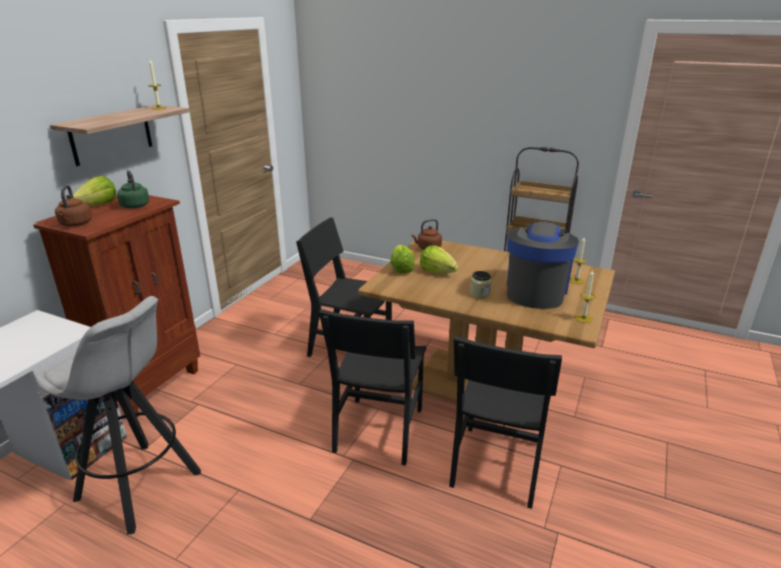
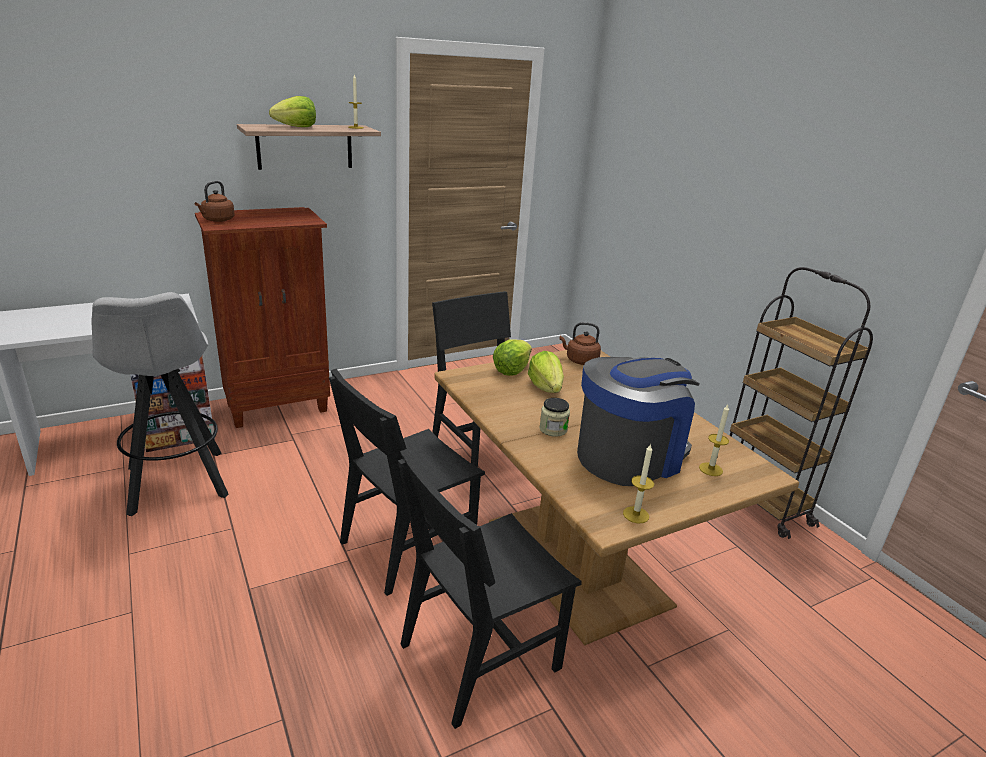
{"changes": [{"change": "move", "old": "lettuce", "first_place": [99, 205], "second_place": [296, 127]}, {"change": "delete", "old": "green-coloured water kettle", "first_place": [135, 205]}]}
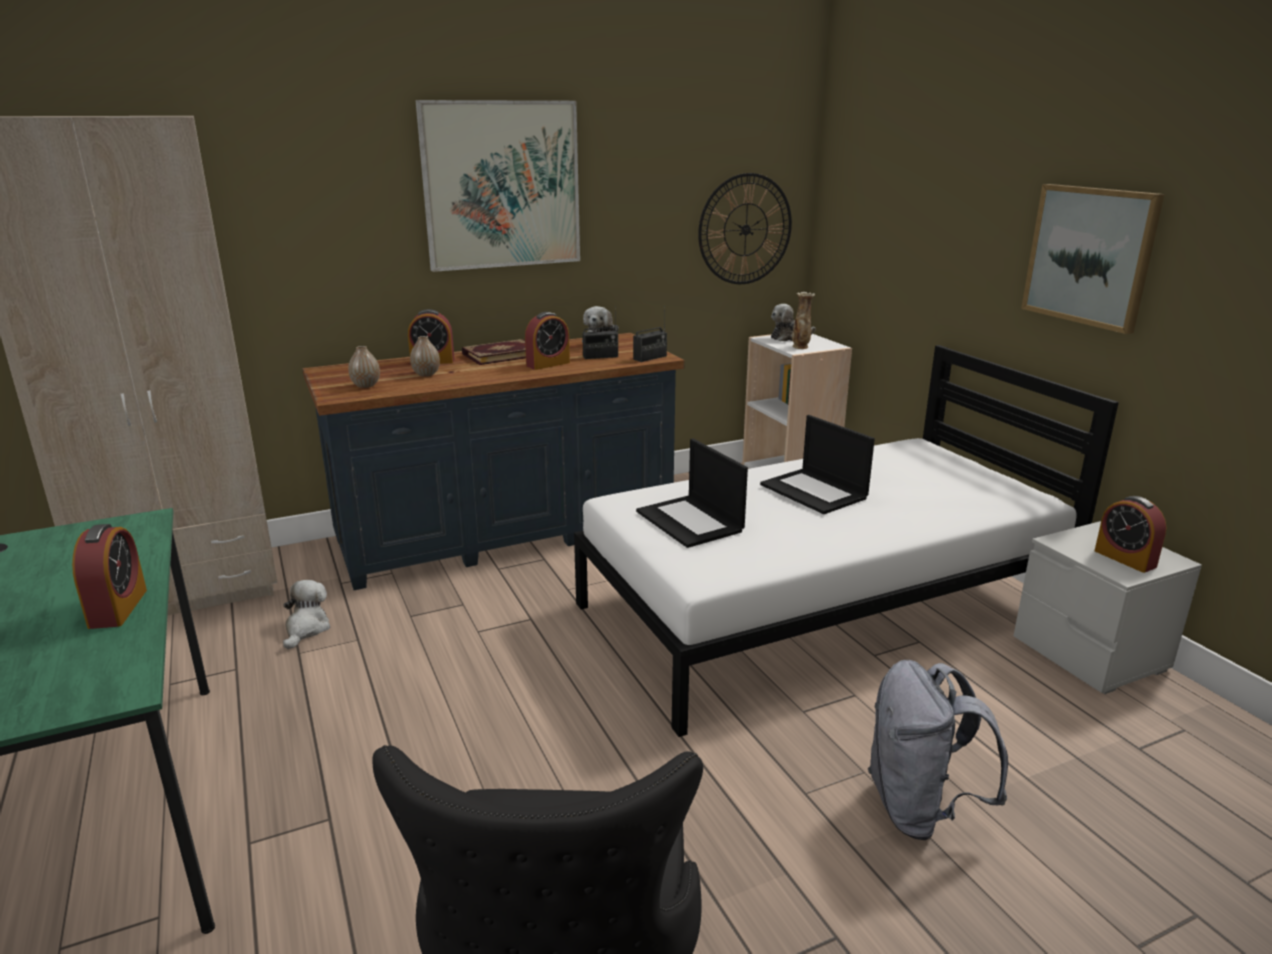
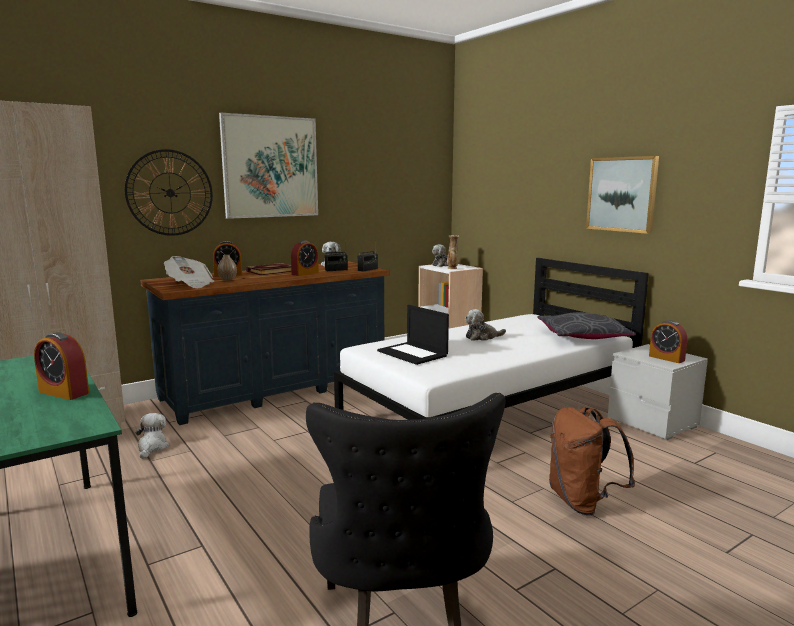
{"changes": [{"change": "rotate", "old": "alarm clock", "first_place": [118, 608], "second_place": [64, 392], "degrees": 135}, {"change": "replace", "old": "decorative vase", "new": "daily paper", "first_place": [366, 385], "second_place": [190, 285]}, {"change": "move", "old": "hanging clock", "first_place": [745, 229], "second_place": [170, 193]}, {"change": "replace", "old": "portable computer", "new": "soft toy", "first_place": [815, 491], "second_place": [482, 337]}, {"change": "recolor", "old": "grey backpack", "new": "brown backpack", "first_place": [920, 809], "second_place": [582, 502]}, {"change": "insert", "new": "grey throw pillow", "second_place": [582, 336]}]}
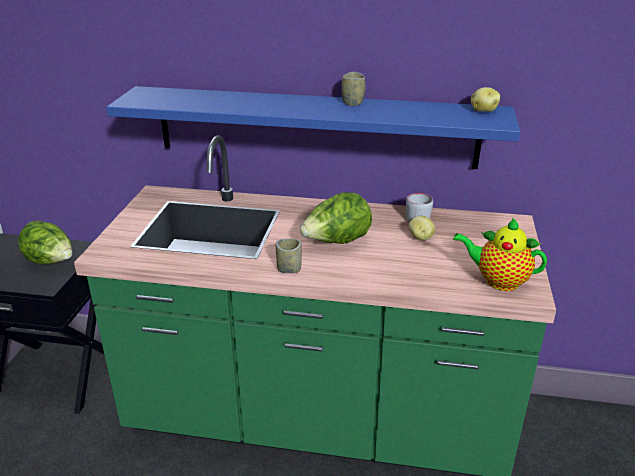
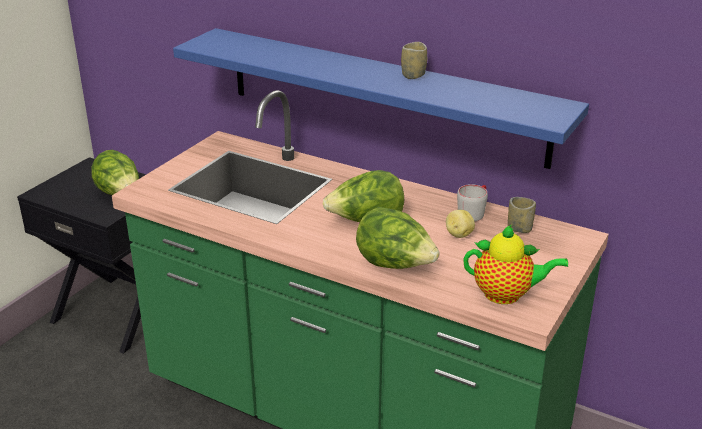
{"changes": [{"change": "move", "old": "drinking cup", "first_place": [289, 269], "second_place": [519, 228]}, {"change": "rotate", "old": "tea pot", "first_place": [498, 281], "second_place": [506, 295], "degrees": 150}, {"change": "delete", "old": "potato", "first_place": [483, 111]}, {"change": "insert", "new": "lettuce", "second_place": [395, 265]}]}
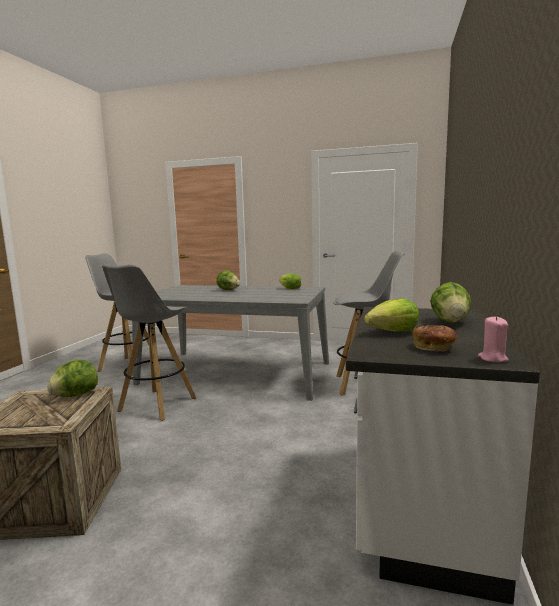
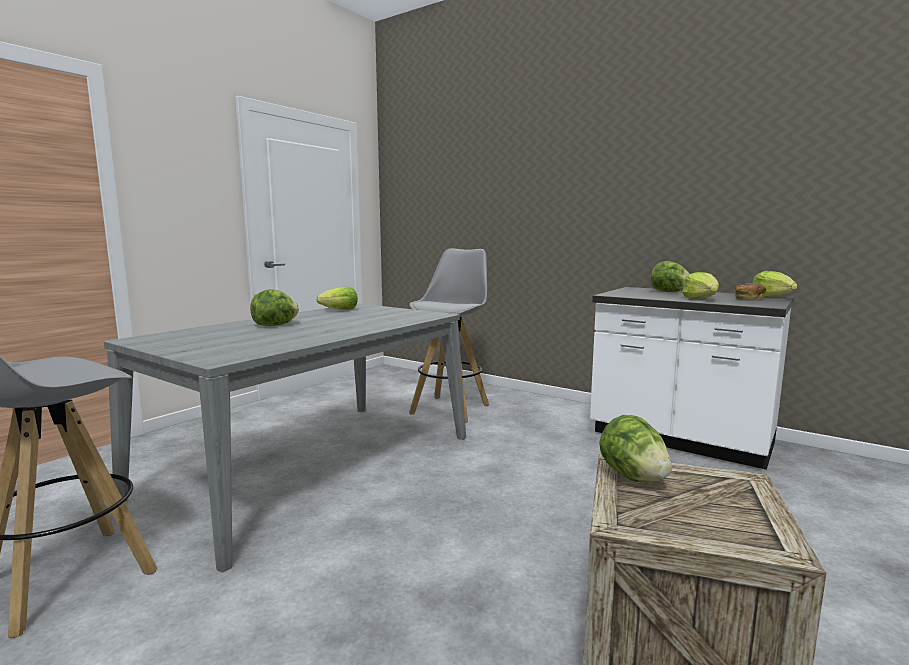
{"changes": [{"change": "delete", "old": "grey stool seat", "first_place": [156, 405]}, {"change": "replace", "old": "pink-coloured wax light", "new": "lettuce", "first_place": [492, 358], "second_place": [772, 297]}]}
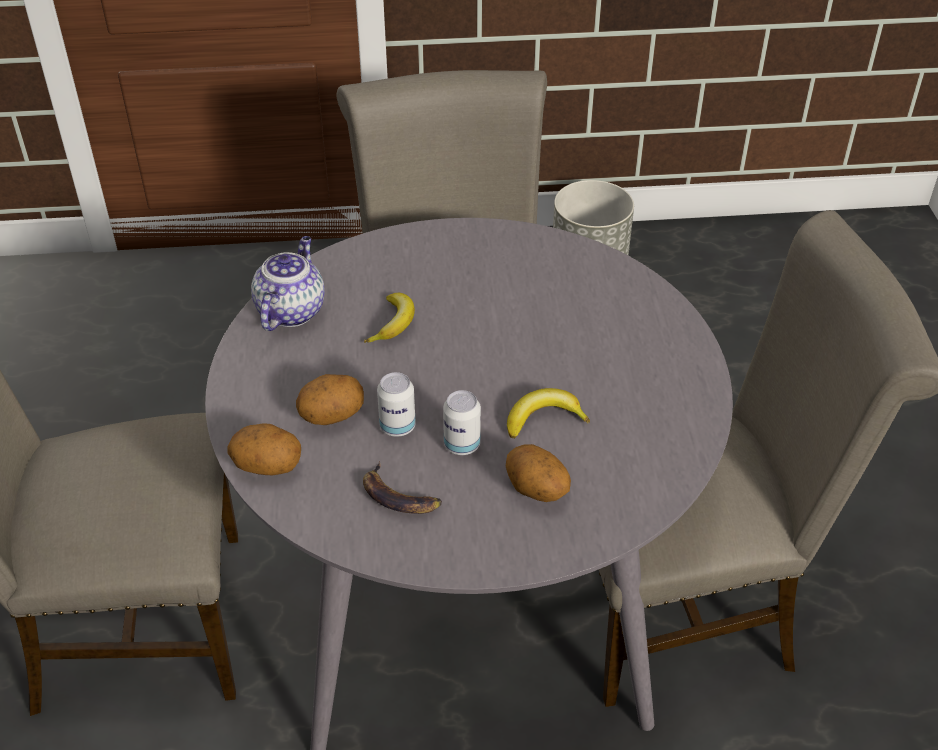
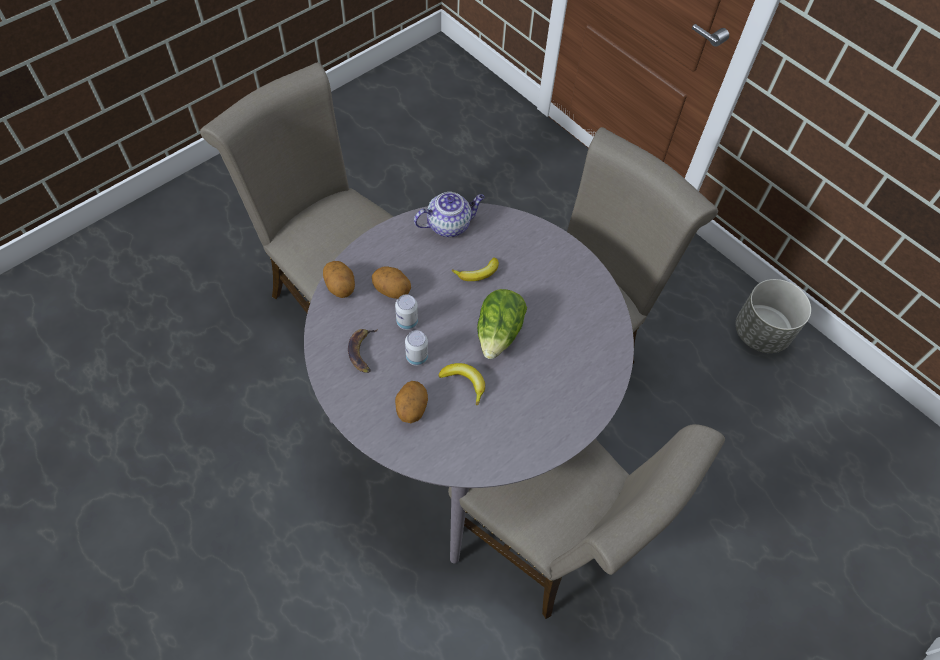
{"changes": [{"change": "insert", "new": "lettuce", "second_place": [499, 333]}]}
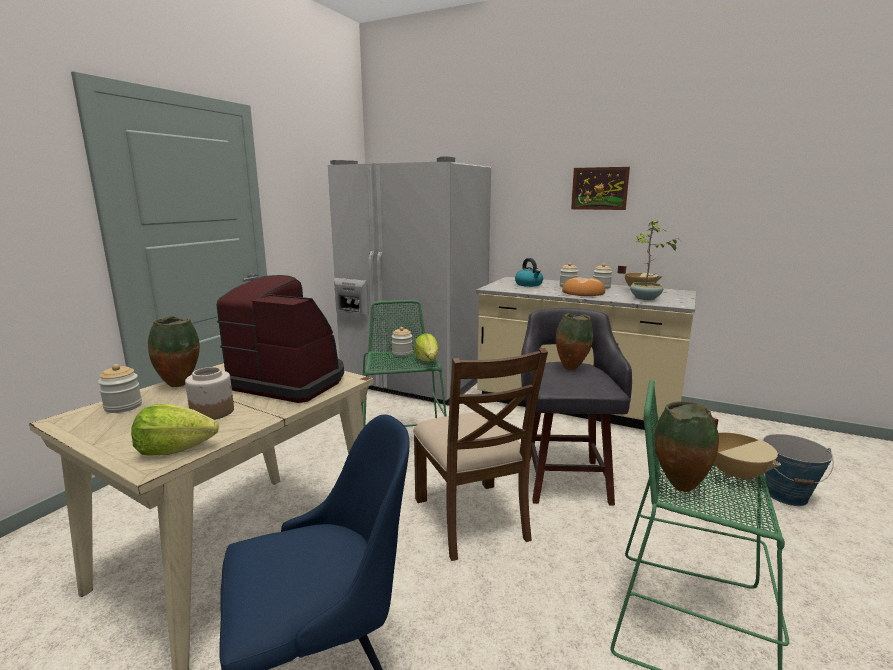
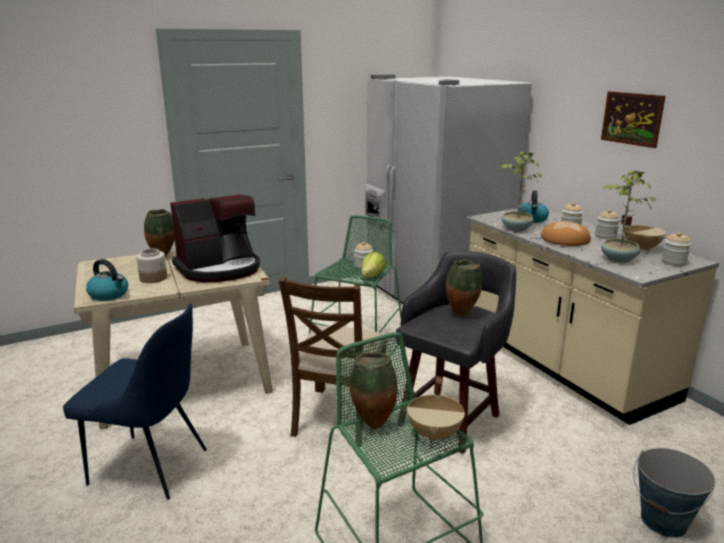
{"changes": [{"change": "move", "old": "jar", "first_place": [123, 406], "second_place": [673, 262]}, {"change": "replace", "old": "lettuce", "new": "water kettle", "first_place": [175, 449], "second_place": [109, 294]}, {"change": "rotate", "old": "coffee machine", "first_place": [289, 381], "second_place": [219, 269], "degrees": 90}, {"change": "insert", "new": "plant in a pot", "second_place": [516, 229]}]}
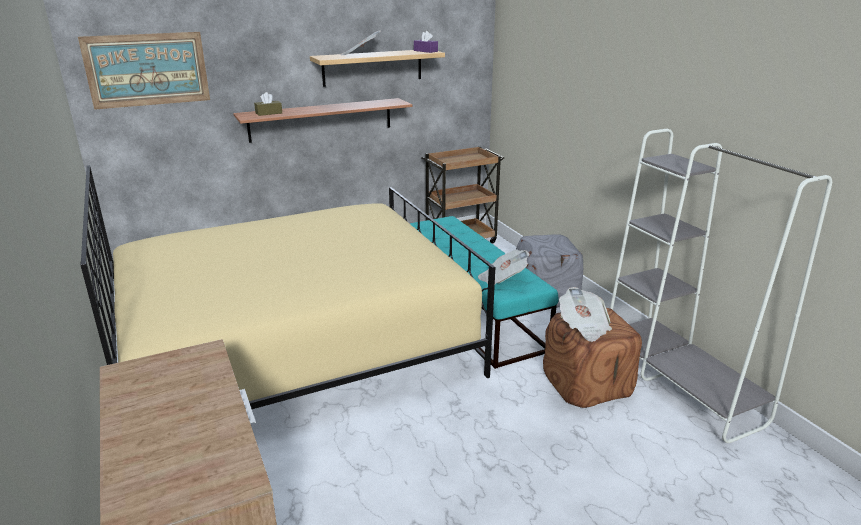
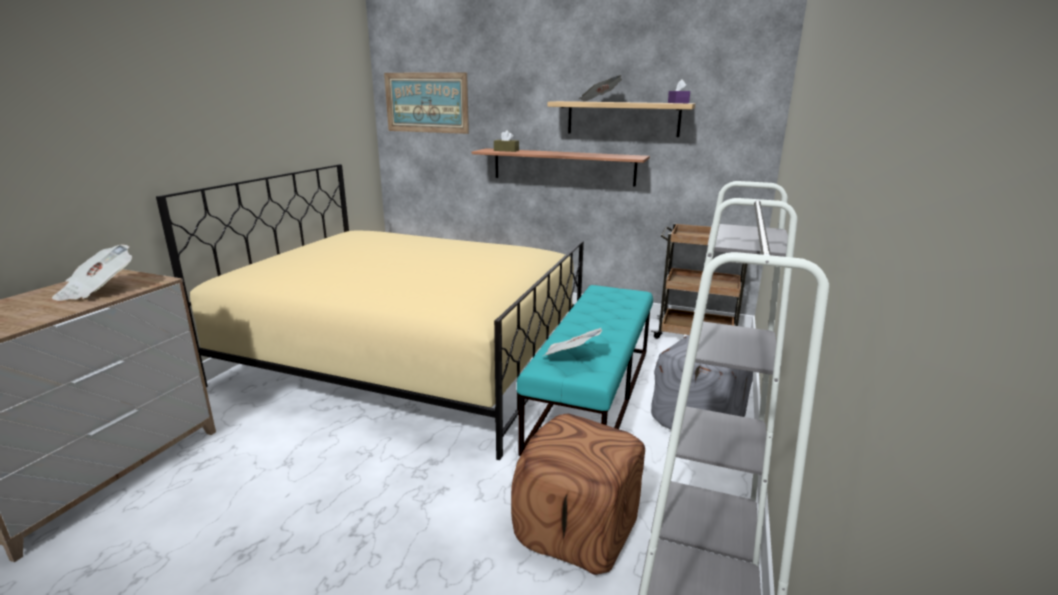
{"changes": [{"change": "move", "old": "daily paper", "first_place": [583, 327], "second_place": [97, 291]}]}
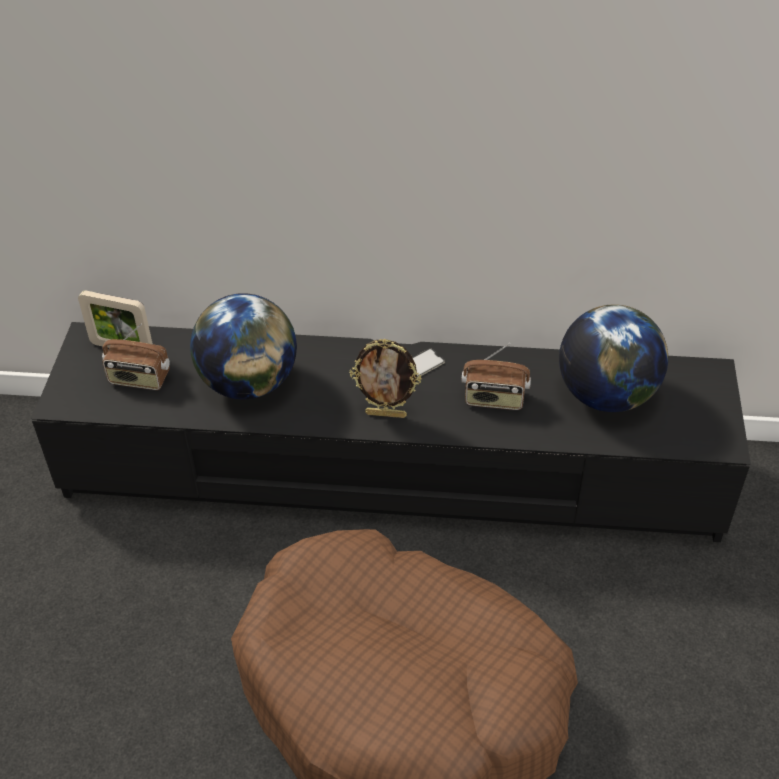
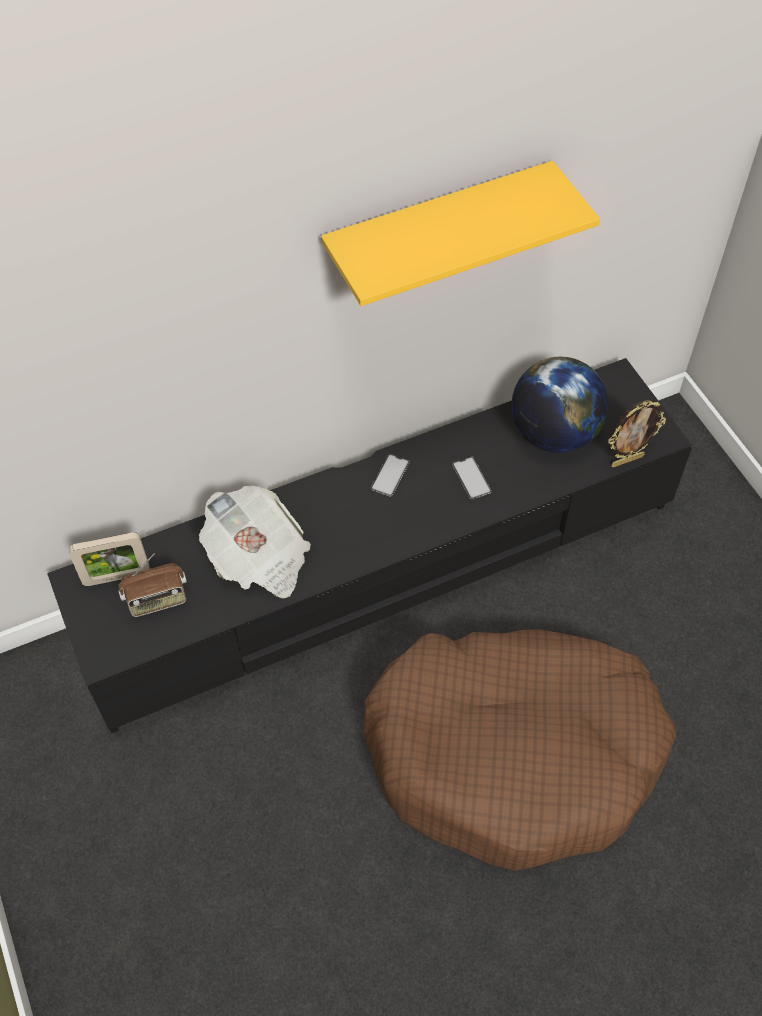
{"changes": [{"change": "replace", "old": "desk globe", "new": "daily paper", "first_place": [249, 383], "second_place": [259, 558]}, {"change": "move", "old": "photo frame", "first_place": [386, 414], "second_place": [627, 460]}, {"change": "replace", "old": "radio set", "new": "phone", "first_place": [494, 399], "second_place": [471, 478]}, {"change": "insert", "new": "yellowish shelf", "second_place": [438, 231]}]}
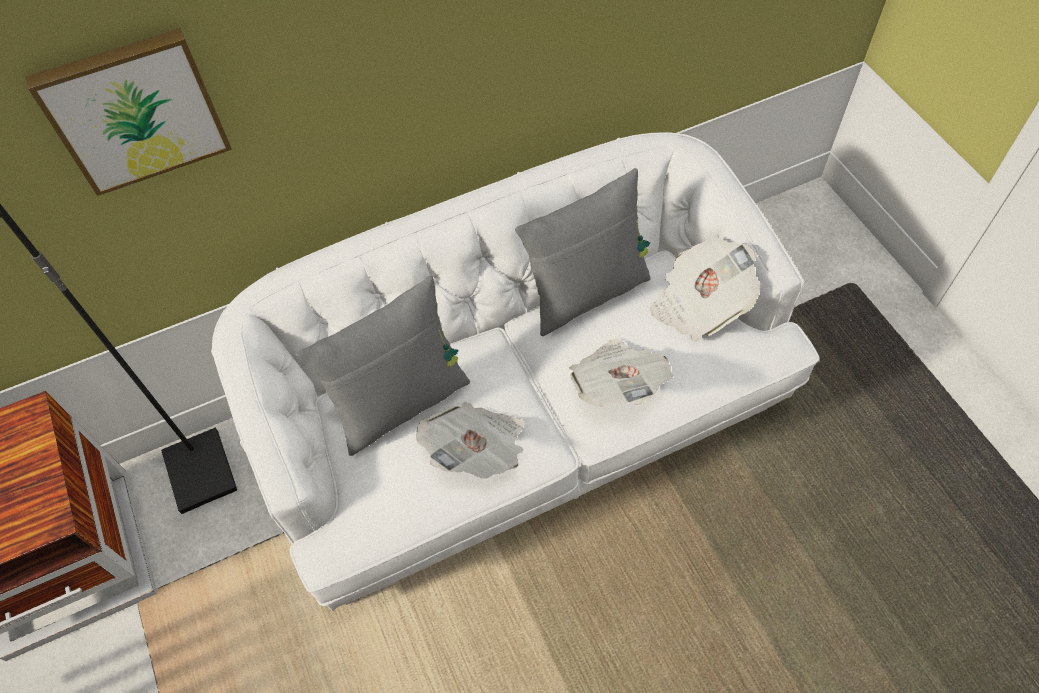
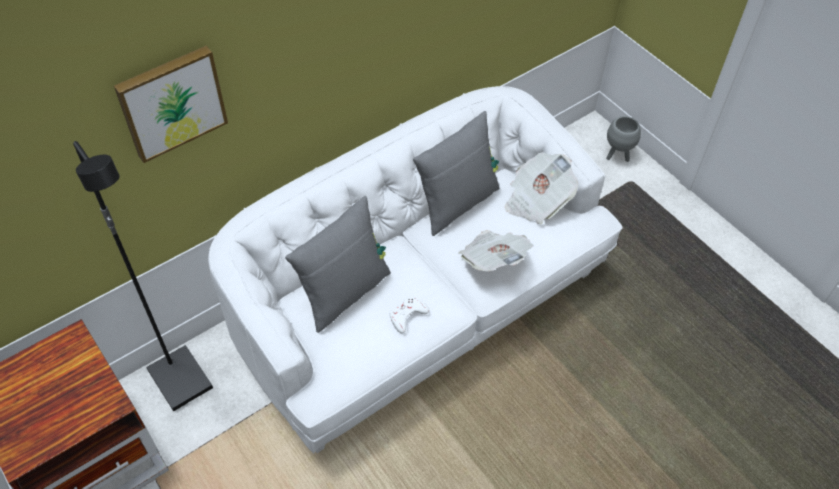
{"changes": [{"change": "replace", "old": "daily paper", "new": "white game controller", "first_place": [478, 450], "second_place": [407, 316]}, {"change": "insert", "new": "grey plant pot", "second_place": [617, 156]}]}
